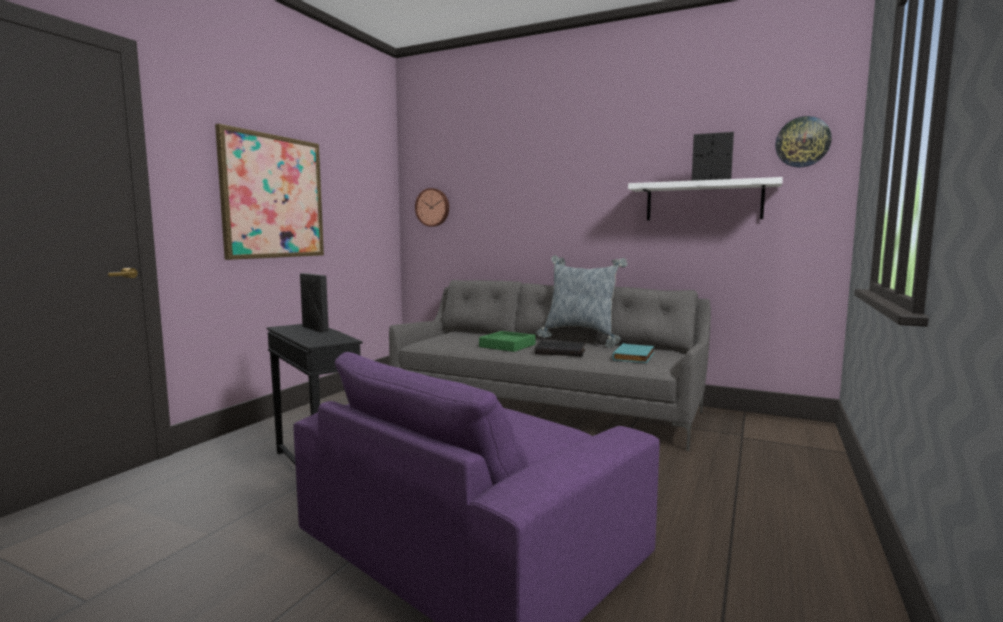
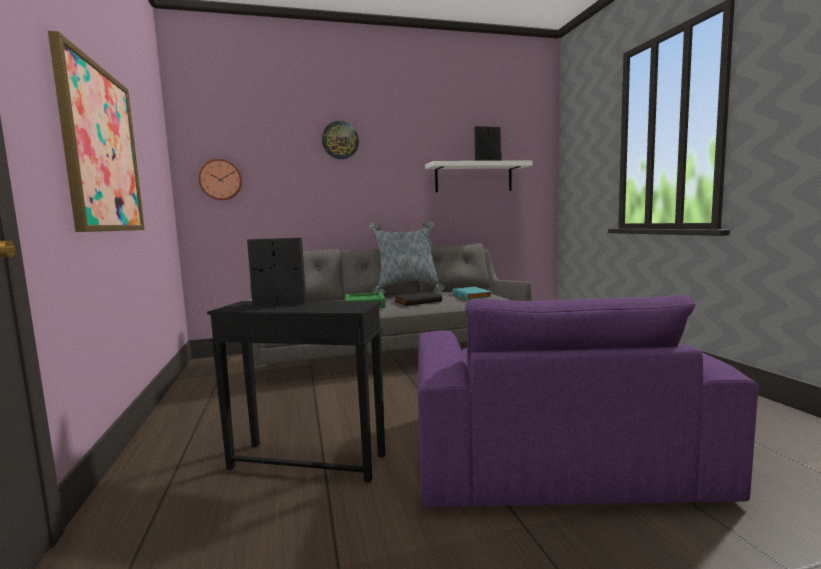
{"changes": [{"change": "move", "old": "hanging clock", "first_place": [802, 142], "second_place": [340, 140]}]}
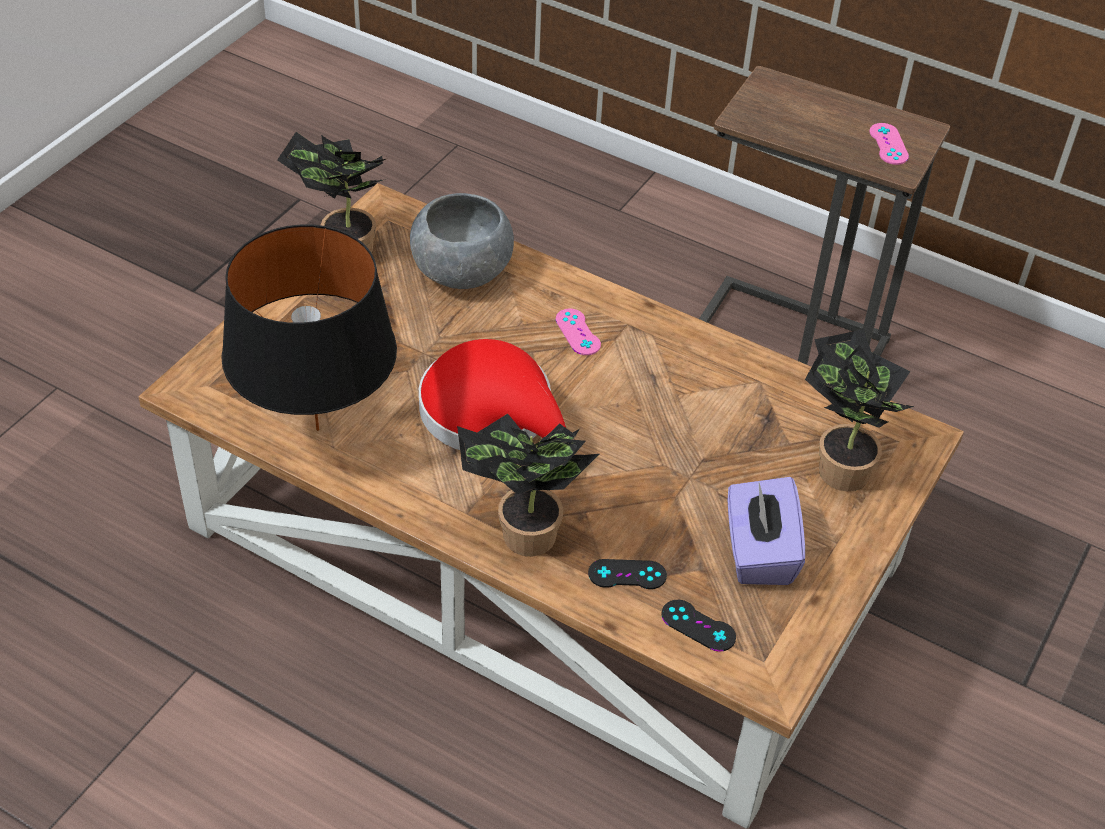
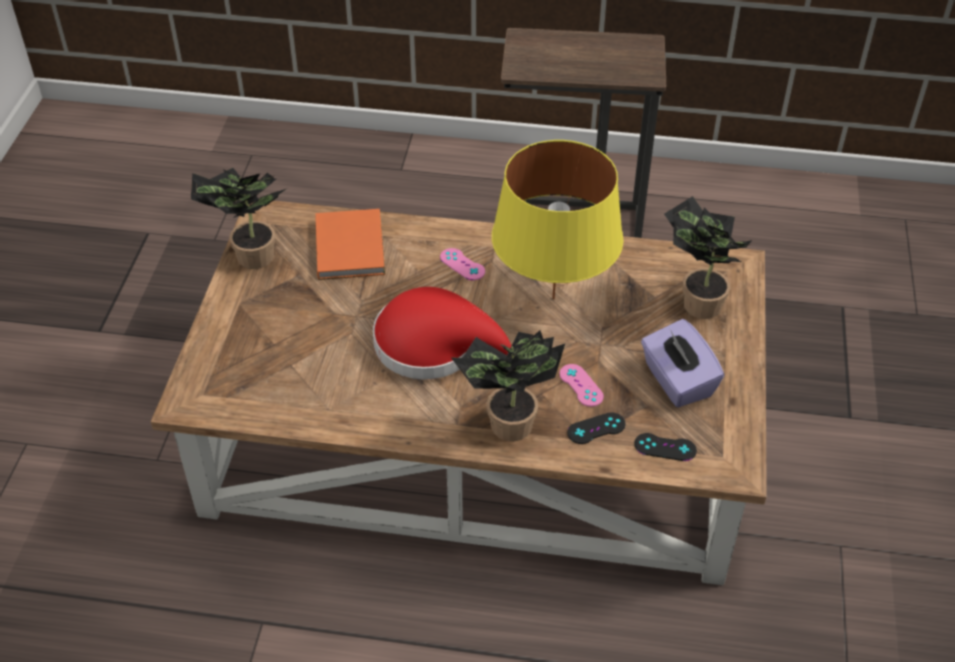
{"changes": [{"change": "delete", "old": "black-coloured tabletop lamp", "first_place": [318, 429]}, {"change": "replace", "old": "grey deep dish", "new": "orangey volume", "first_place": [462, 271], "second_place": [351, 245]}, {"change": "move", "old": "pink-coloured game controller", "first_place": [888, 144], "second_place": [581, 385]}, {"change": "insert", "new": "yellowish tabletop lamp", "second_place": [553, 298]}]}
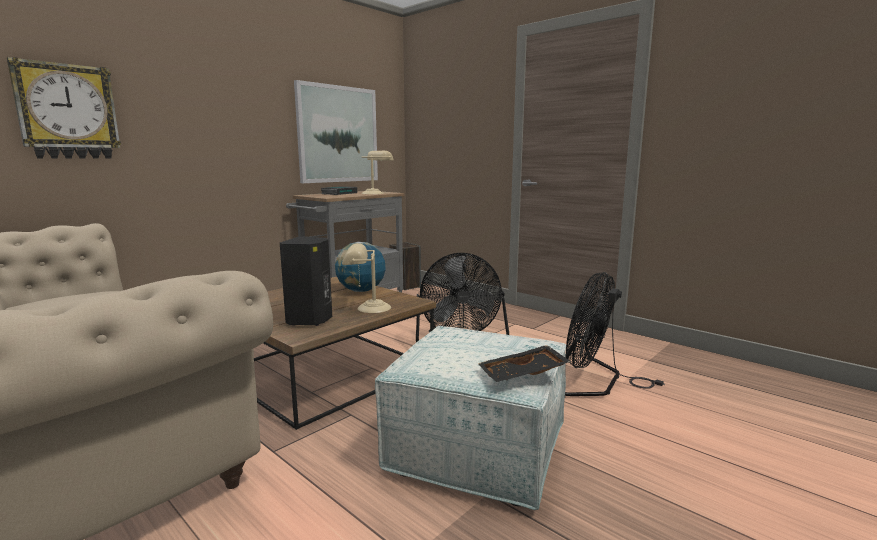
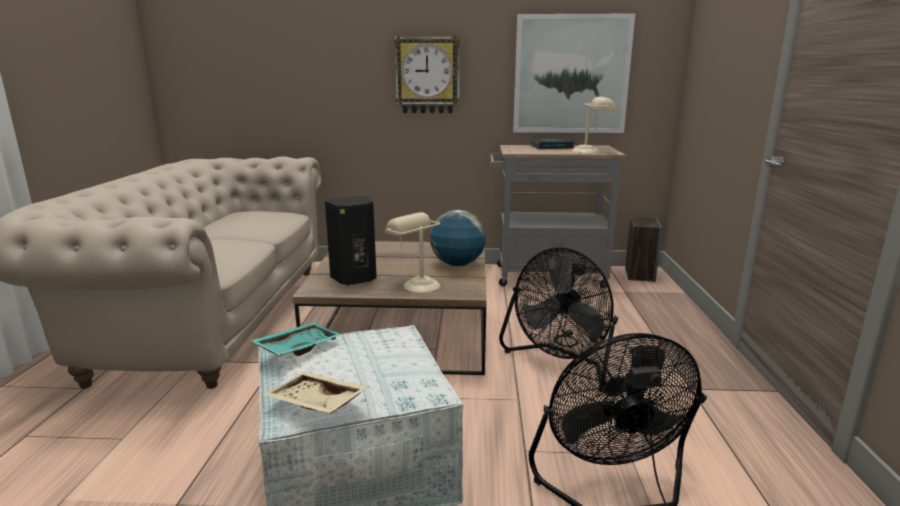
{"changes": [{"change": "move", "old": "hanging clock", "first_place": [67, 112], "second_place": [427, 75]}, {"change": "recolor", "old": "black-coloured serving tray", "new": "beige-coloured serving tray", "first_place": [523, 374], "second_place": [315, 404]}, {"change": "insert", "new": "blue-green serving tray", "second_place": [297, 348]}]}
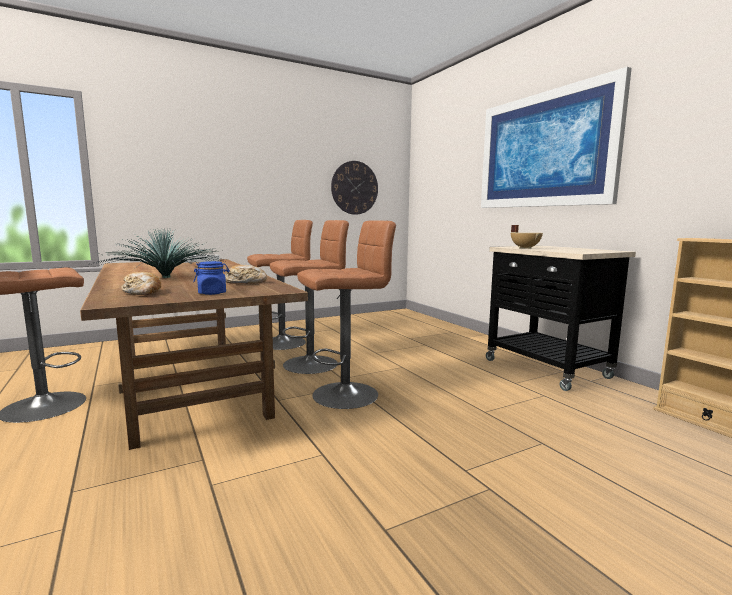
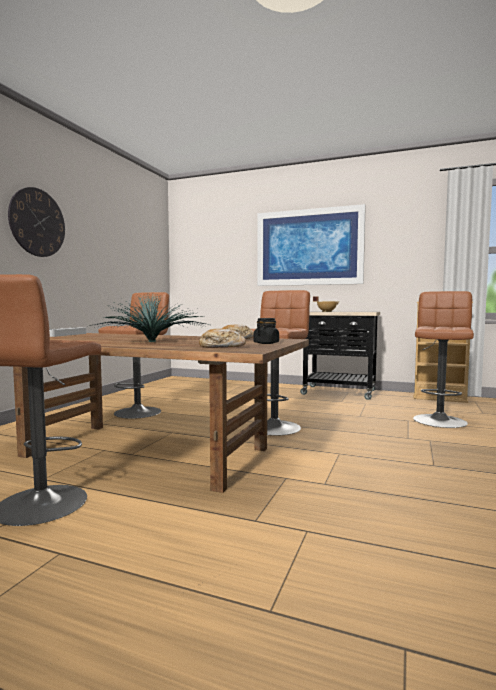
{"changes": [{"change": "recolor", "old": "bluish jar", "new": "black-coloured jar", "first_place": [212, 293], "second_place": [266, 343]}, {"change": "move", "old": "brown stool seat", "first_place": [311, 364], "second_place": [440, 421]}, {"change": "move", "old": "hanging clock", "first_place": [354, 188], "second_place": [37, 222]}]}
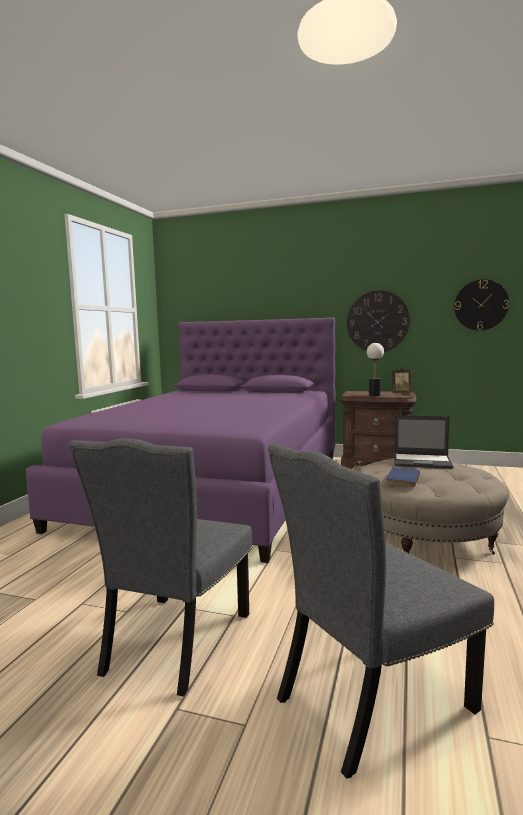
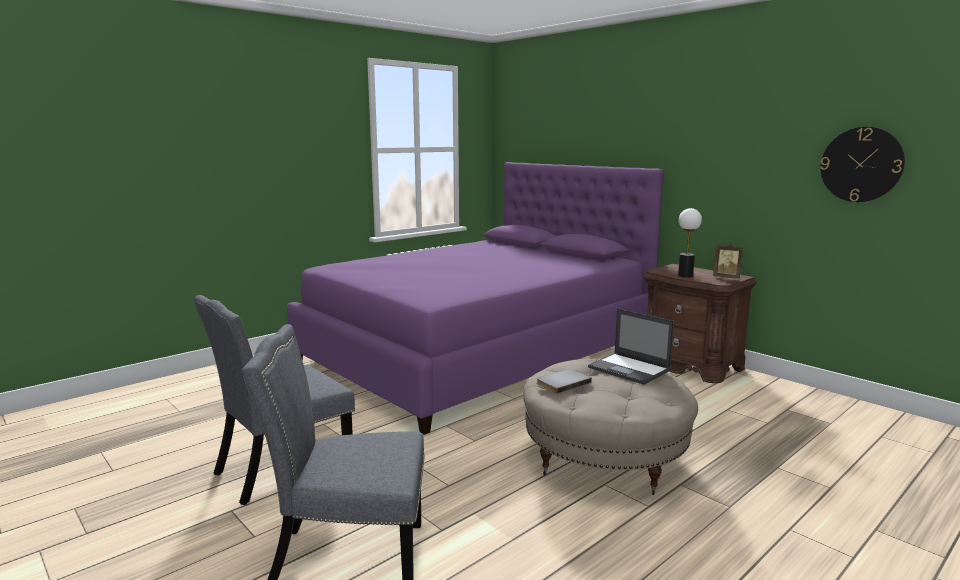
{"changes": [{"change": "delete", "old": "hanging clock", "first_place": [377, 321]}, {"change": "recolor", "old": "bluish volume", "new": "grey volume", "first_place": [401, 479], "second_place": [562, 382]}]}
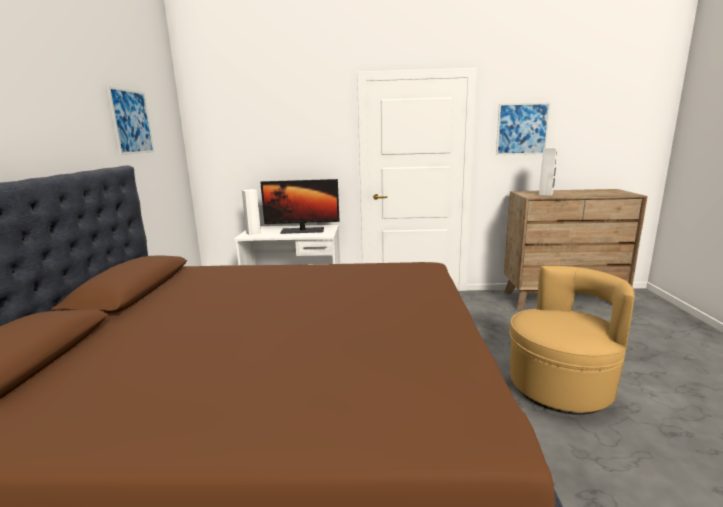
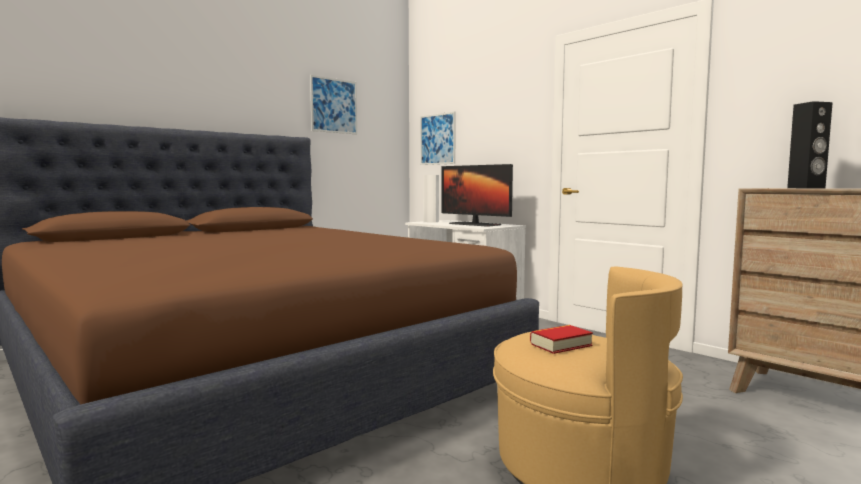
{"changes": [{"change": "move", "old": "wall picture", "first_place": [522, 129], "second_place": [437, 139]}, {"change": "recolor", "old": "white speaker", "new": "black-coloured speaker", "first_place": [546, 194], "second_place": [806, 188]}, {"change": "insert", "new": "volume", "second_place": [561, 344]}]}
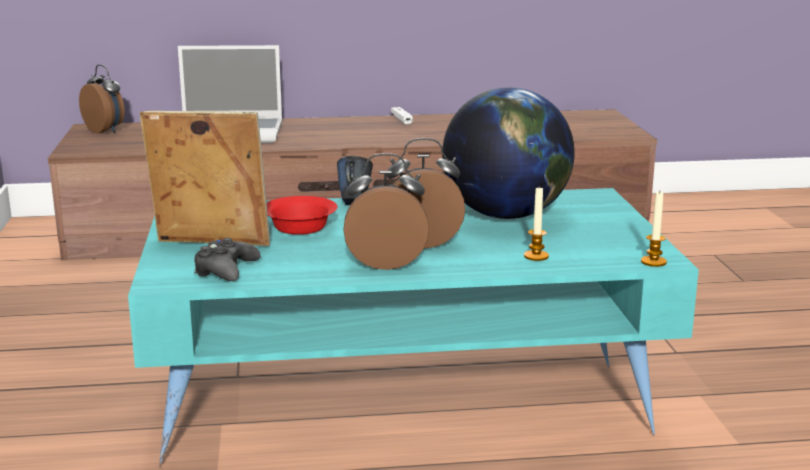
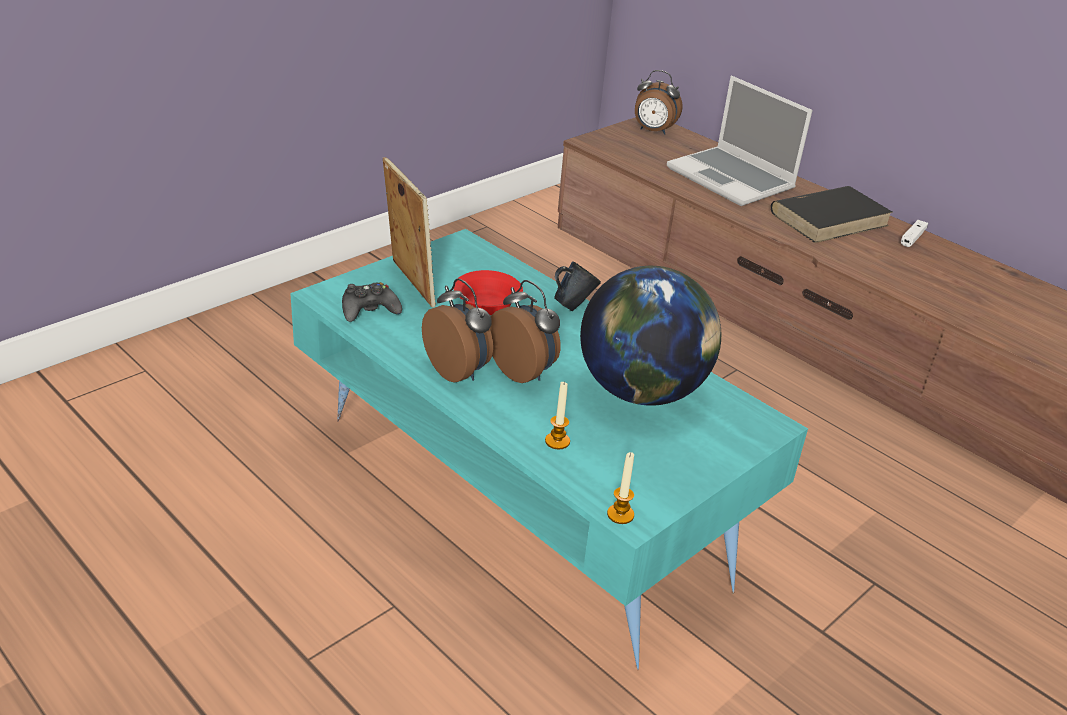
{"changes": [{"change": "rotate", "old": "alarm clock", "first_place": [106, 131], "second_place": [653, 131], "degrees": 105}, {"change": "insert", "new": "black-coloured volume", "second_place": [829, 219]}]}
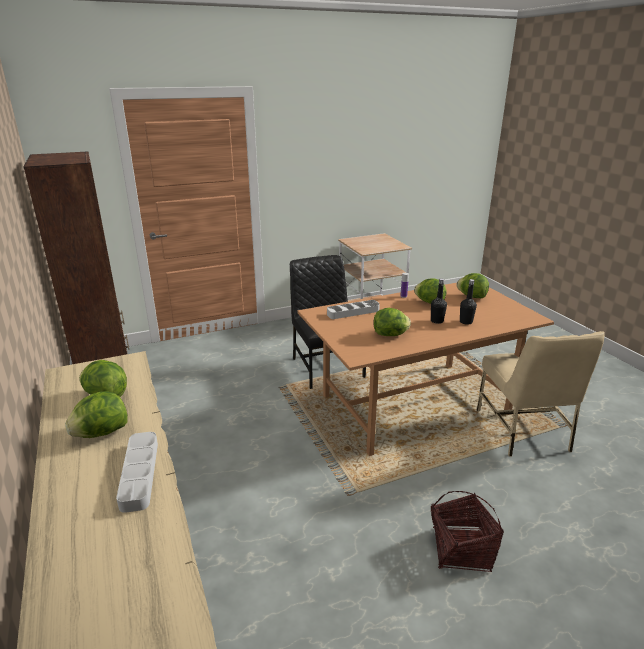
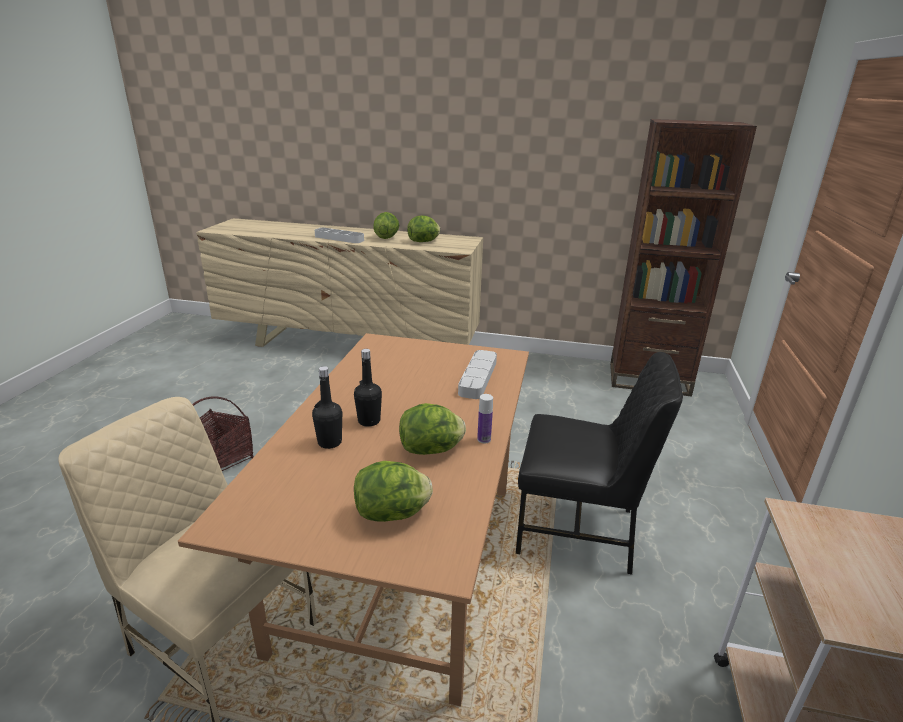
{"changes": [{"change": "delete", "old": "lettuce", "first_place": [390, 335]}]}
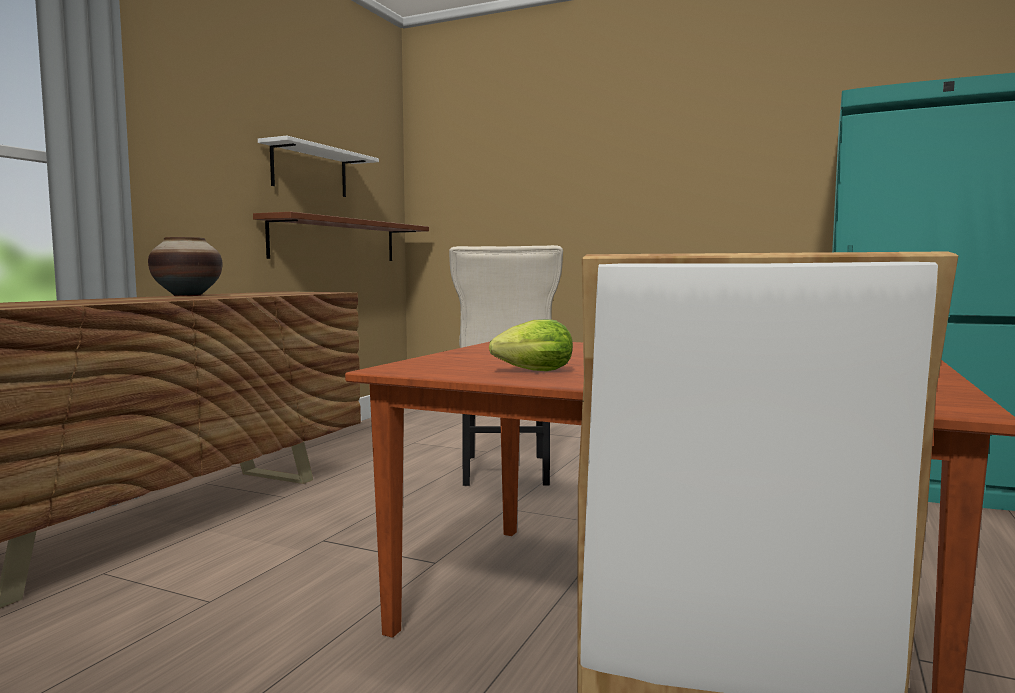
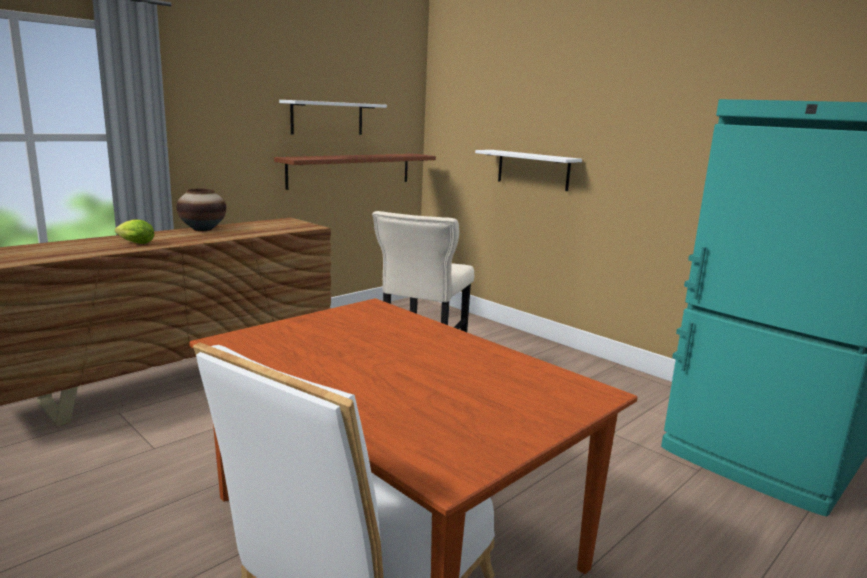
{"changes": [{"change": "move", "old": "lettuce", "first_place": [530, 371], "second_place": [134, 243]}, {"change": "insert", "new": "white shelf", "second_place": [533, 170]}]}
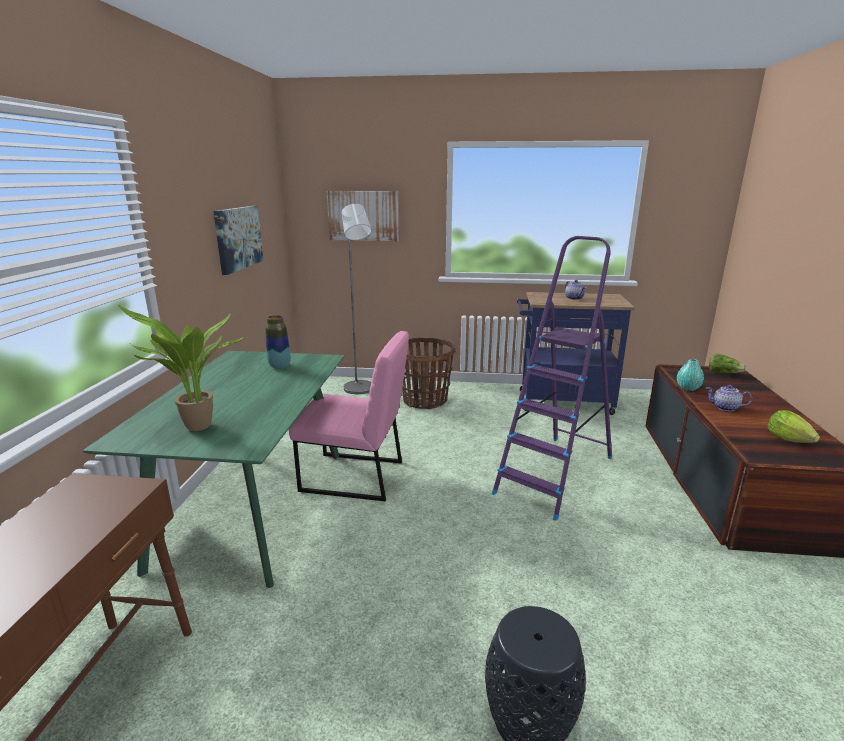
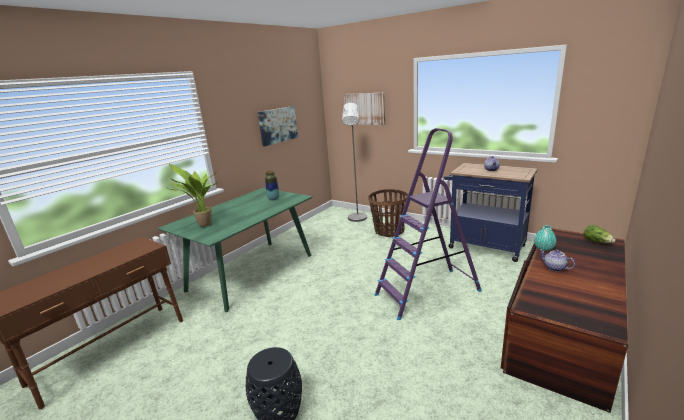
{"changes": [{"change": "delete", "old": "pink-coloured chair", "first_place": [355, 477]}, {"change": "delete", "old": "lettuce", "first_place": [788, 439]}]}
